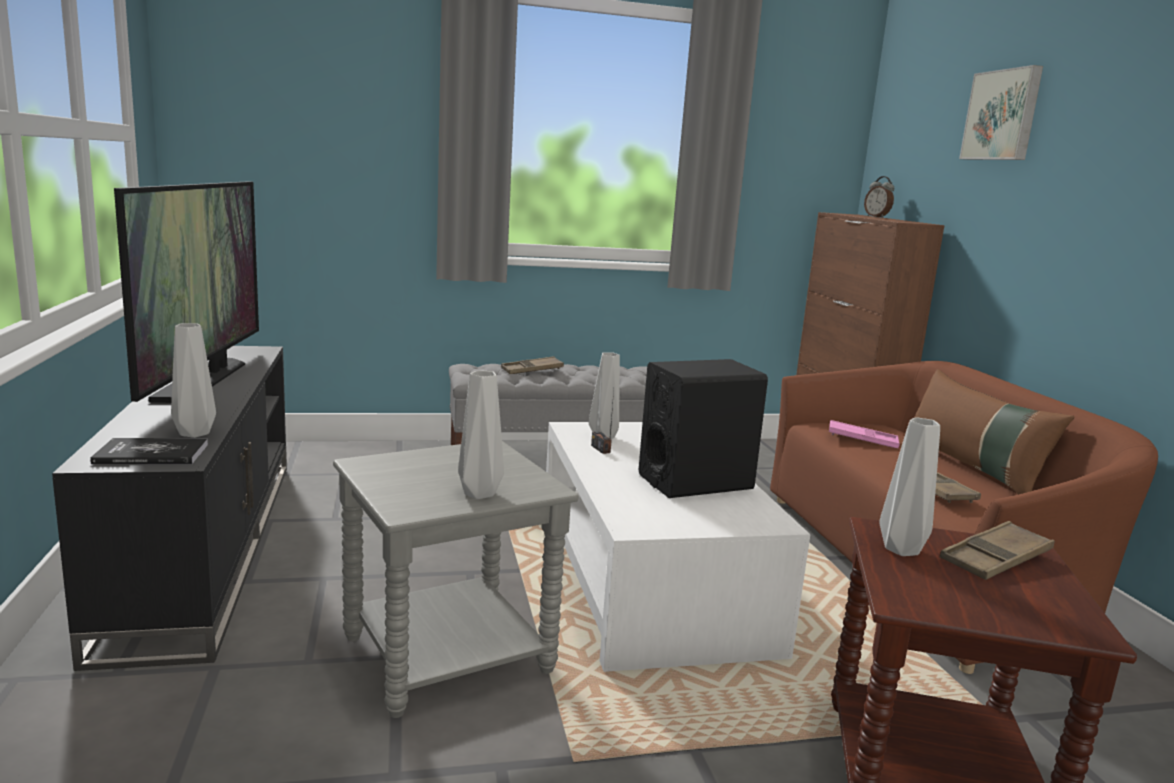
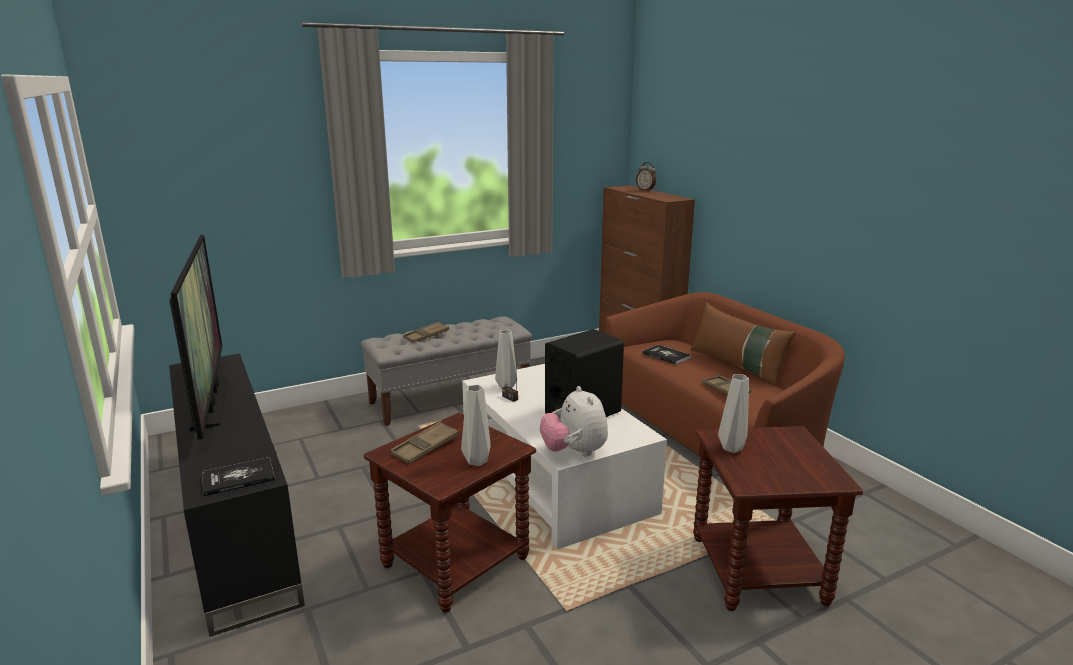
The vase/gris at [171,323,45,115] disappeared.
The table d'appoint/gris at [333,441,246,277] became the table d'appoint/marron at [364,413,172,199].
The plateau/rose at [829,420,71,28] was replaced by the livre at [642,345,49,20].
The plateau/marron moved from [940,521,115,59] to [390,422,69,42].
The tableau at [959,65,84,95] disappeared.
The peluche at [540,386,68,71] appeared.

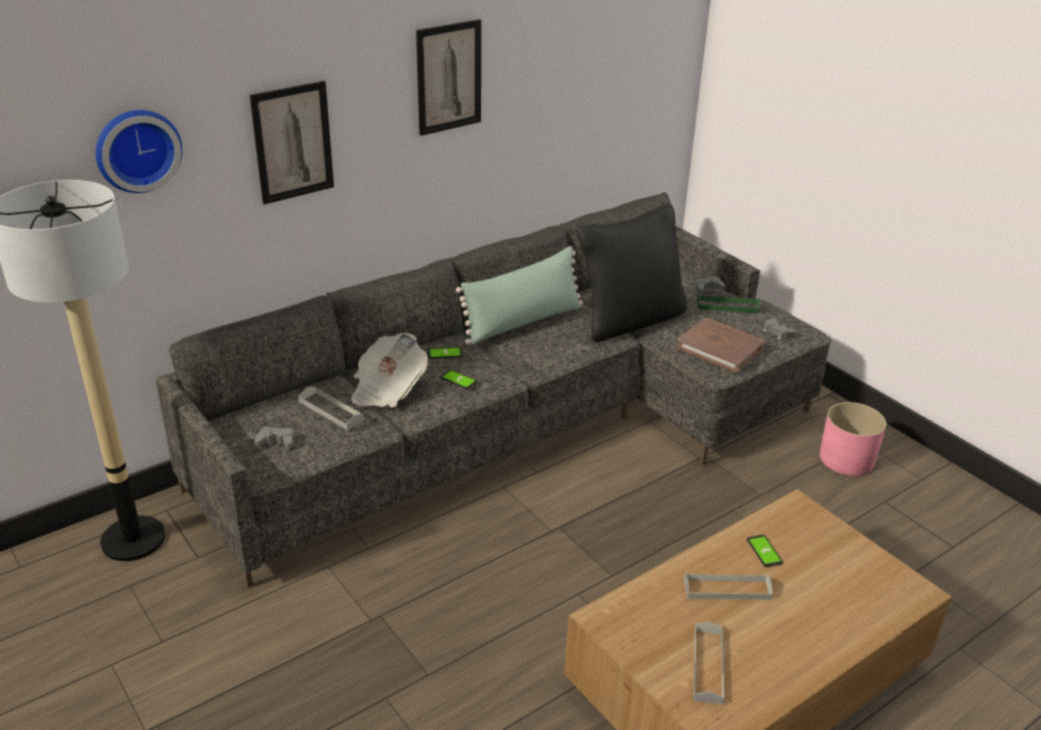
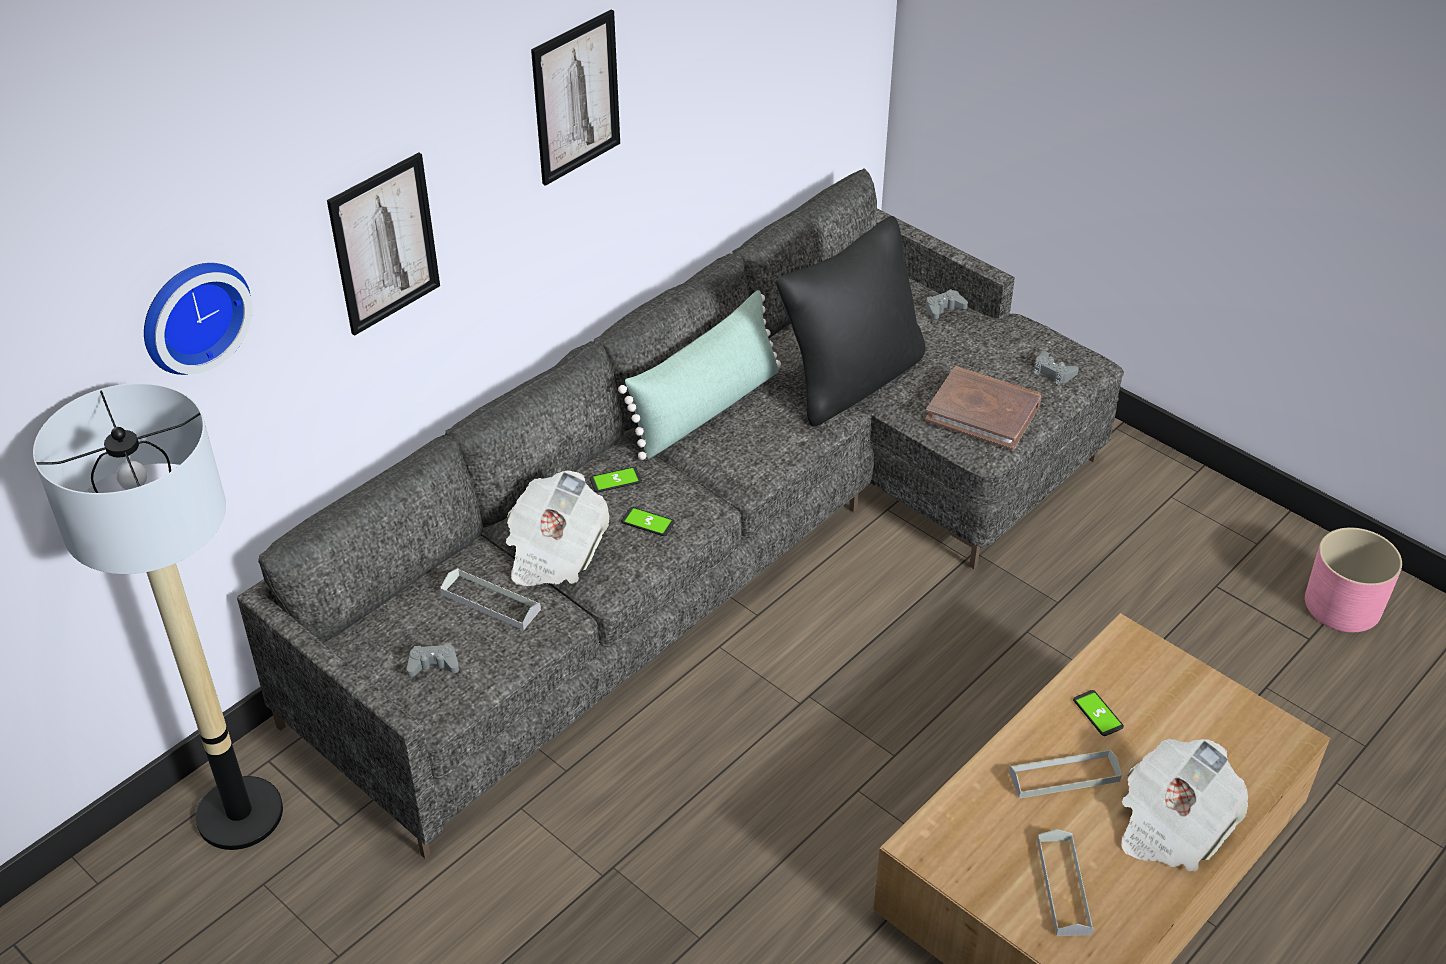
The plateau/vert at [697,295,63,18] disappeared.
The cache-pot/rose moved from [820,402,66,74] to [1305,527,97,105].
The journal at [1121,739,127,132] appeared.

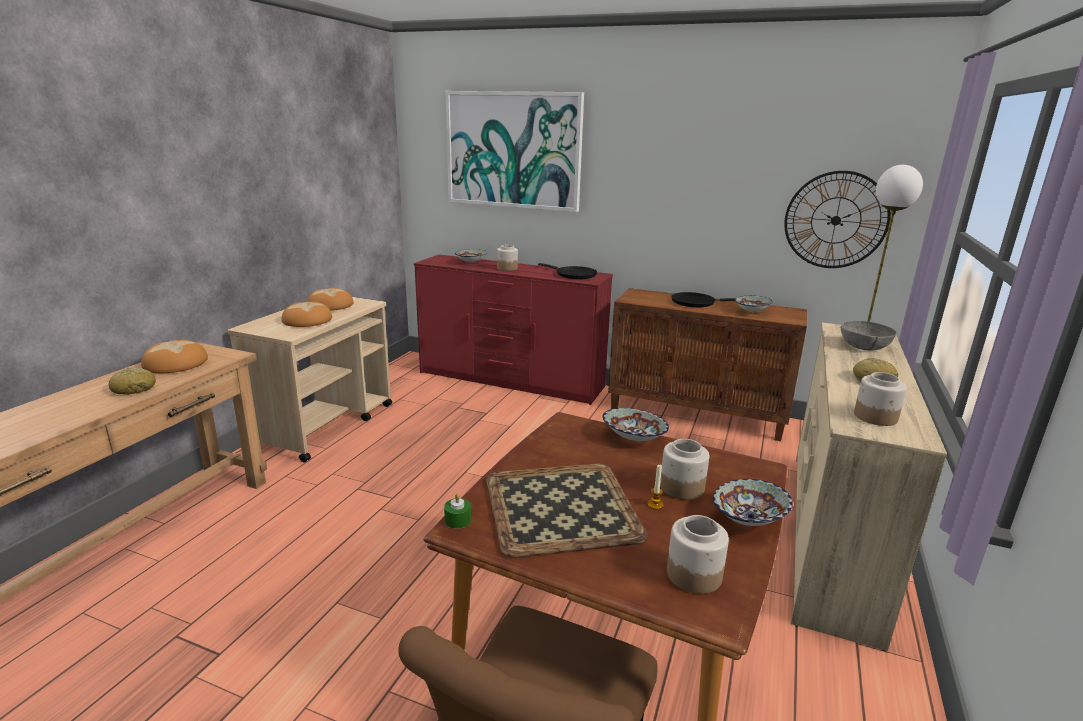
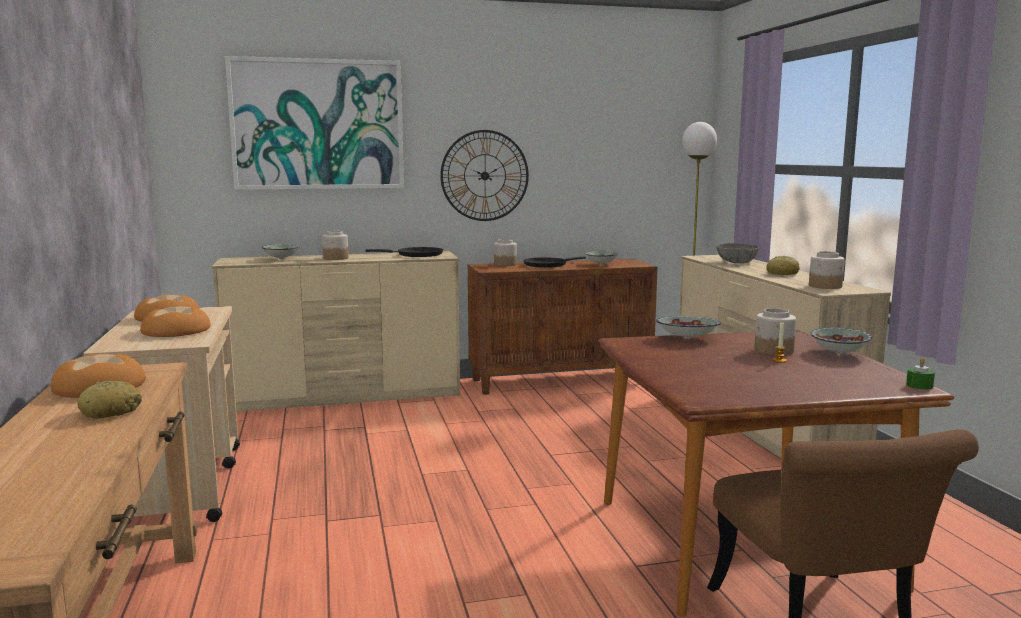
The commode/rouge at [414,255,199,150] became the commode/beige at [212,251,248,161].
The bougie/vert moved from [444,493,27,36] to [906,358,29,32].
The plateau at [486,464,161,94] disappeared.
The bocal moved from [667,515,62,79] to [494,239,23,27].
The horloge murale moved from [784,171,107,97] to [440,130,89,91].

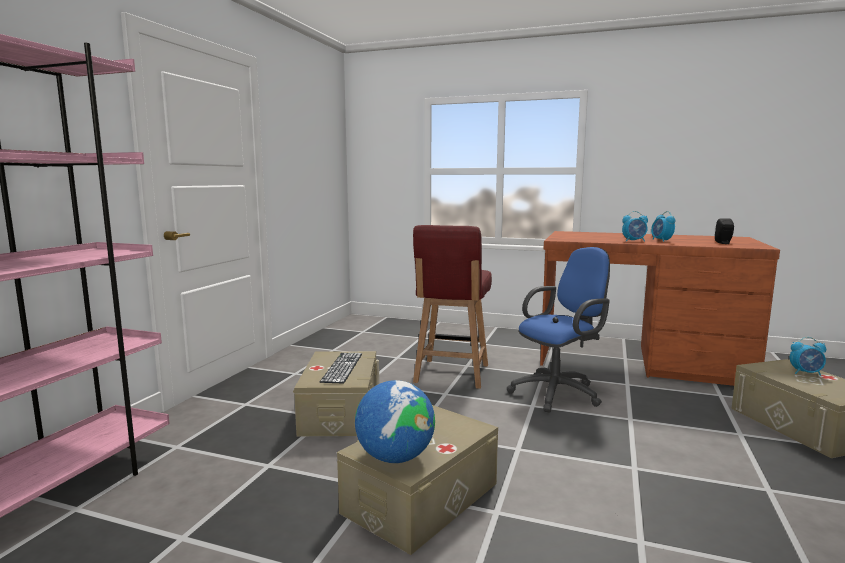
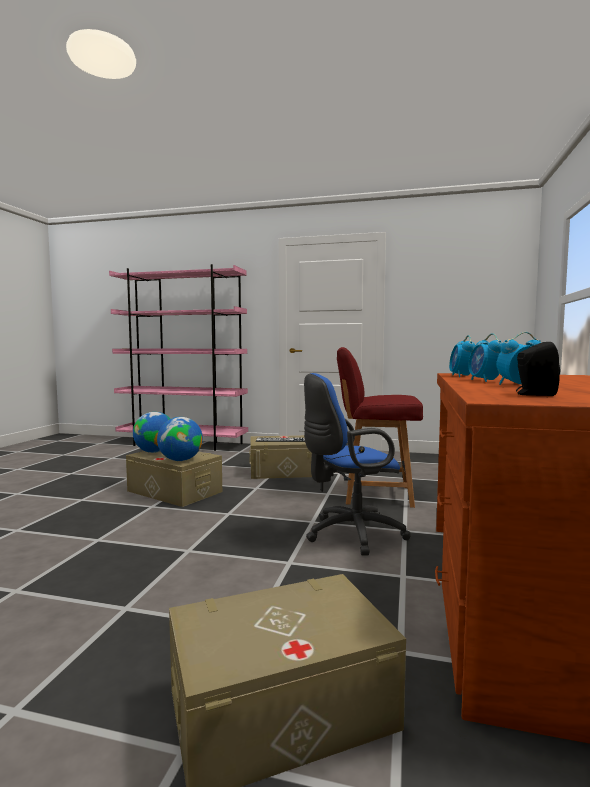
The chaise de bureau/bleu at [507,247,103,166] turned 105 degrees clockwise.
The réveil moved from [790,337,36,39] to [449,335,27,42].
The globe at [157,417,46,44] appeared.

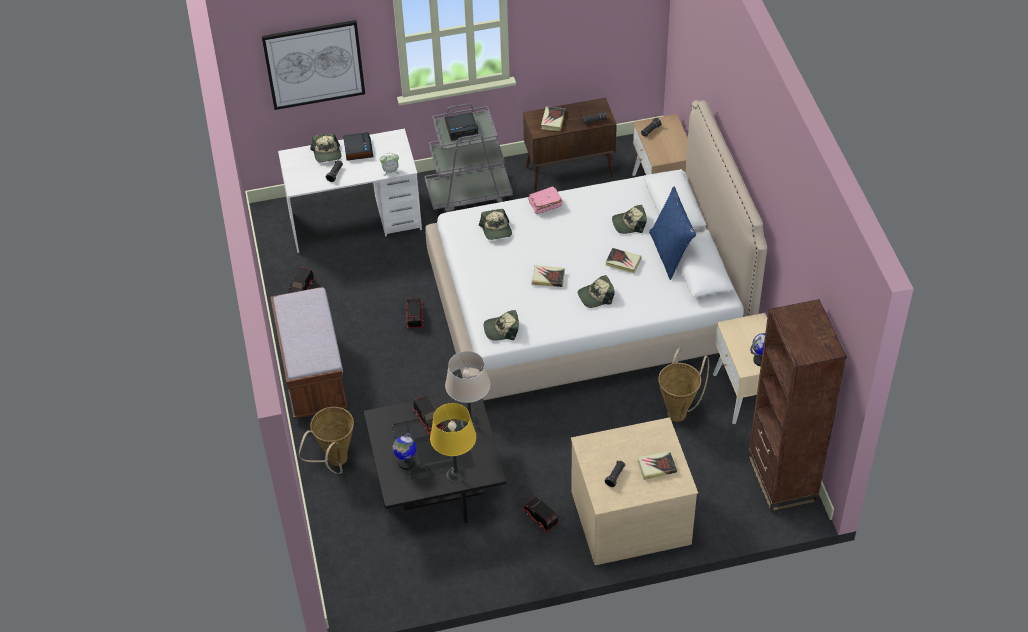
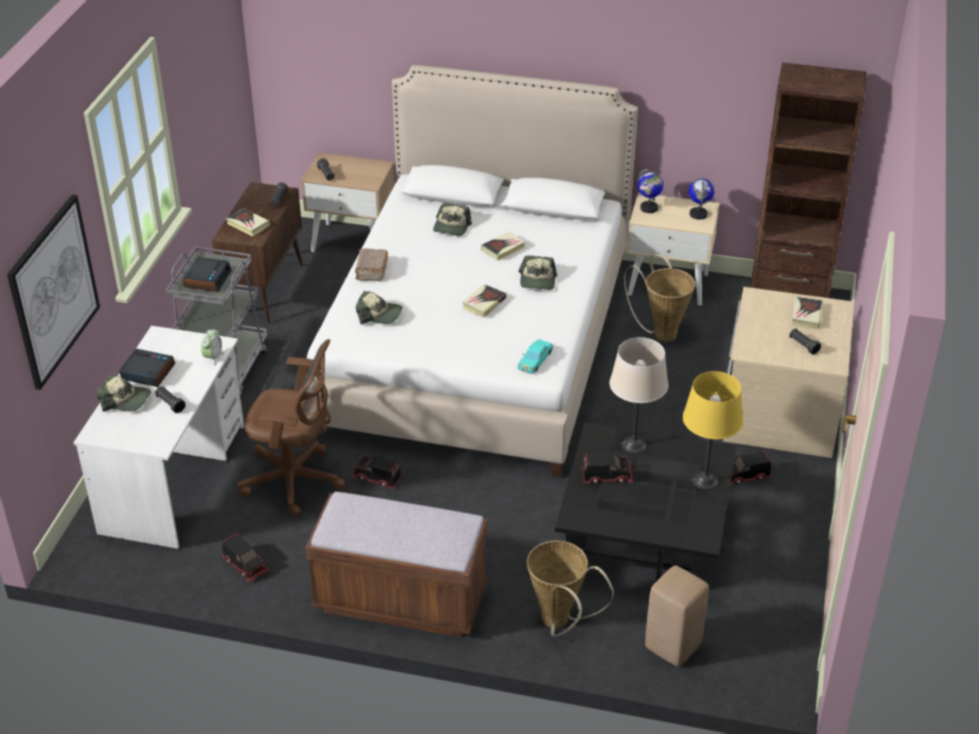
The globe moved from [392,433,24,37] to [638,169,26,44].
The casquette at [484,310,35,31] was replaced by the petite voiture/turquoise at [517,339,36,35].
The livre/rose at [528,186,35,28] became the livre/marron at [355,249,33,32].
The coussin/bleu at [649,187,47,93] disappeared.
The chaise de bureau/marron at [237,339,108,178] appeared.
The tabouret/beige at [645,565,64,101] appeared.

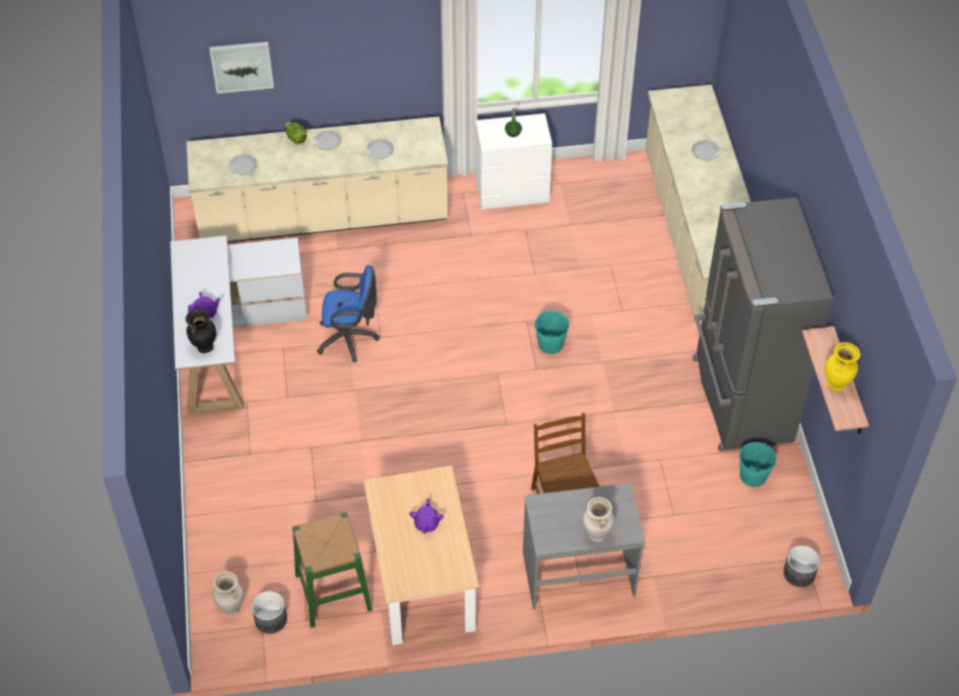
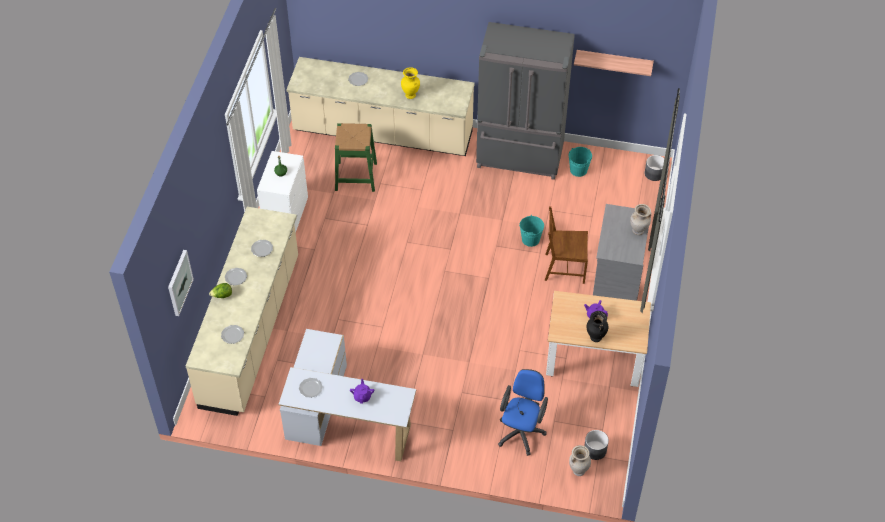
The vase/noir moved from [186,309,30,44] to [587,311,21,31].
The tabouret/vert moved from [292,512,80,116] to [335,123,42,69].
The chaise de bureau/bleu moved from [317,265,63,97] to [498,369,50,87].
The seau/turquoise moved from [535,310,34,44] to [519,215,25,32].
The vase/jaune moved from [825,342,35,49] to [401,67,19,32].
The assiette at [299,378,23,20] appeared.

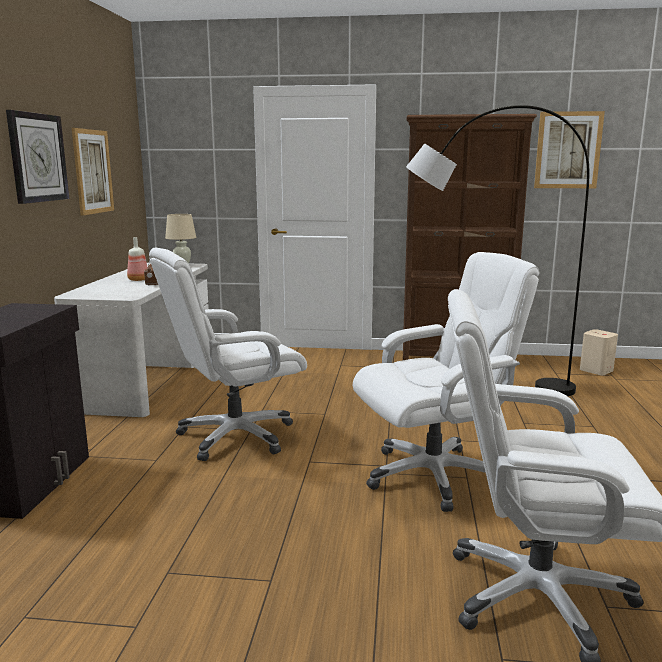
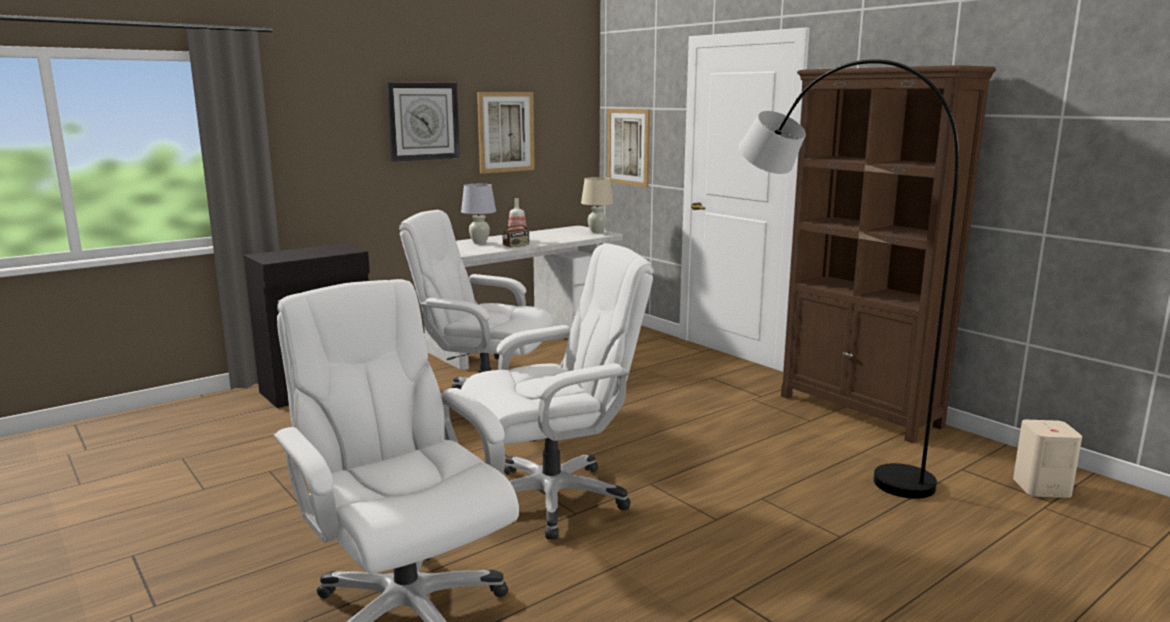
The chaise de bureau/blanc at [353,252,186,260] turned 45 degrees counterclockwise.
The tableau moved from [534,111,71,77] to [607,109,43,78].
The lampe de table/blanc at [461,184,35,60] appeared.

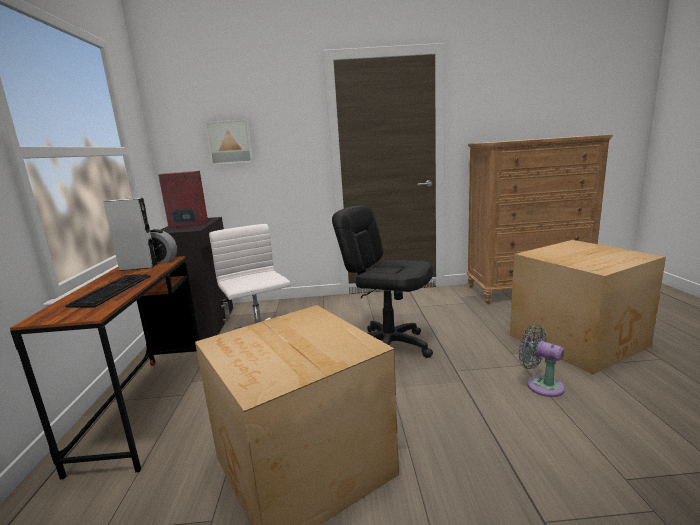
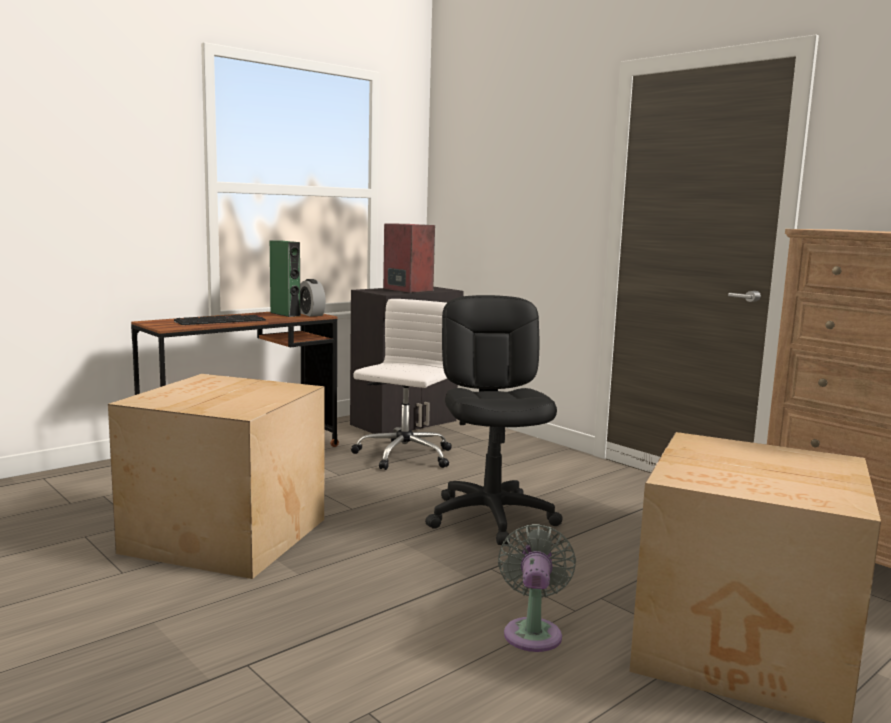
The enceinte/gris at [103,198,55,73] became the enceinte/vert at [270,241,30,76].
The tableau at [205,119,49,46] disappeared.

